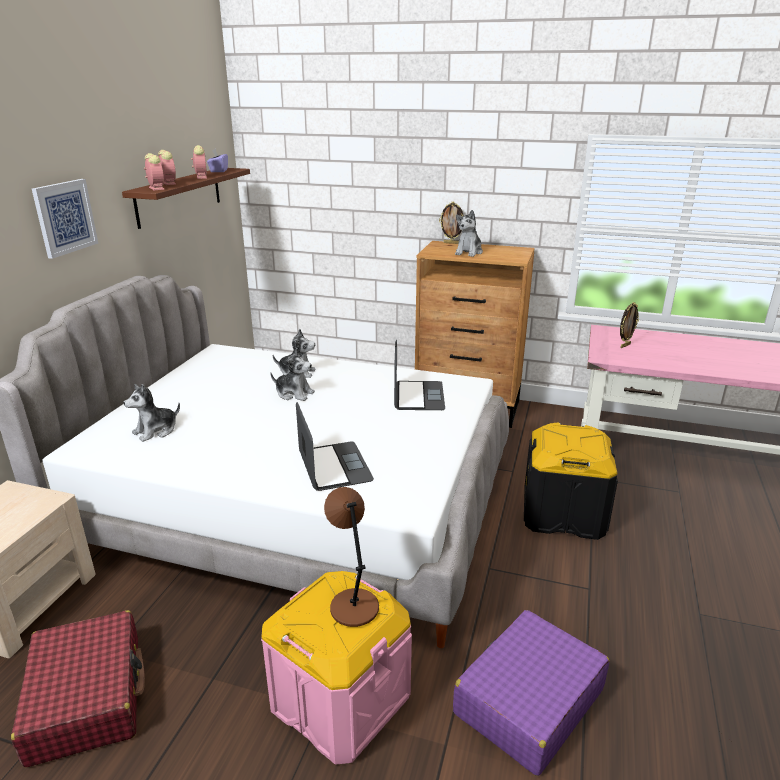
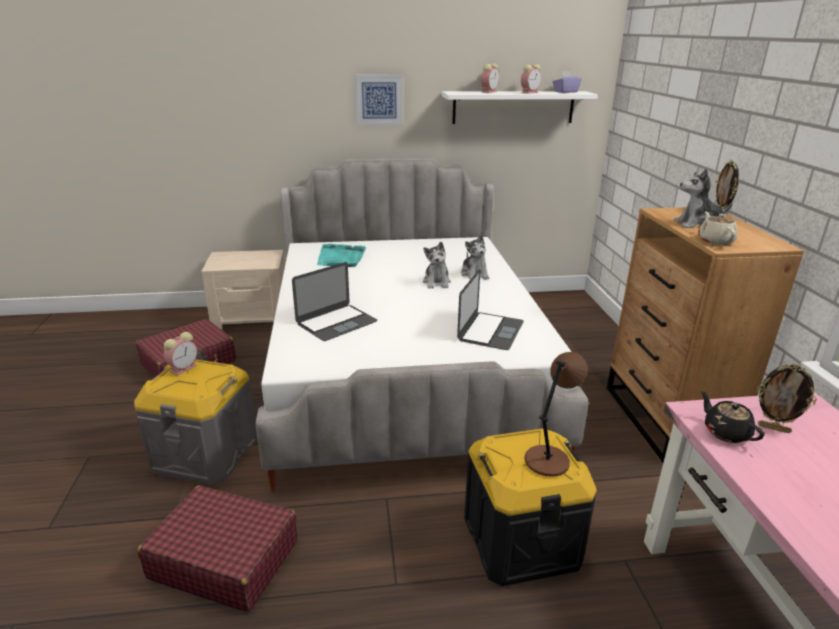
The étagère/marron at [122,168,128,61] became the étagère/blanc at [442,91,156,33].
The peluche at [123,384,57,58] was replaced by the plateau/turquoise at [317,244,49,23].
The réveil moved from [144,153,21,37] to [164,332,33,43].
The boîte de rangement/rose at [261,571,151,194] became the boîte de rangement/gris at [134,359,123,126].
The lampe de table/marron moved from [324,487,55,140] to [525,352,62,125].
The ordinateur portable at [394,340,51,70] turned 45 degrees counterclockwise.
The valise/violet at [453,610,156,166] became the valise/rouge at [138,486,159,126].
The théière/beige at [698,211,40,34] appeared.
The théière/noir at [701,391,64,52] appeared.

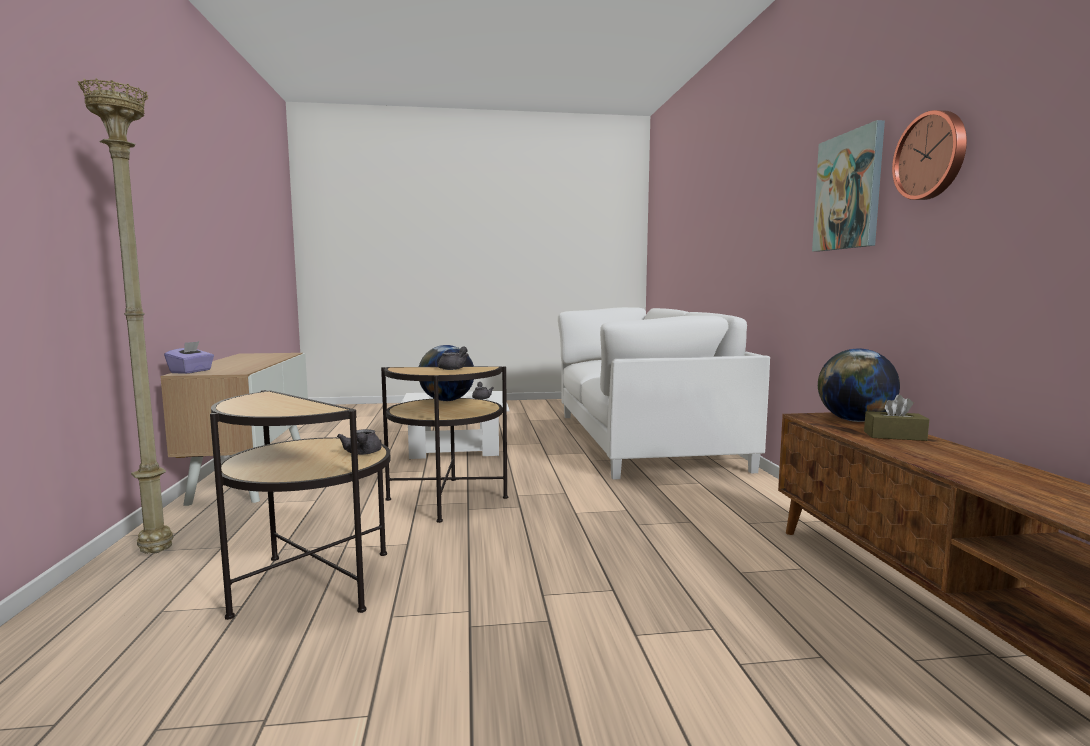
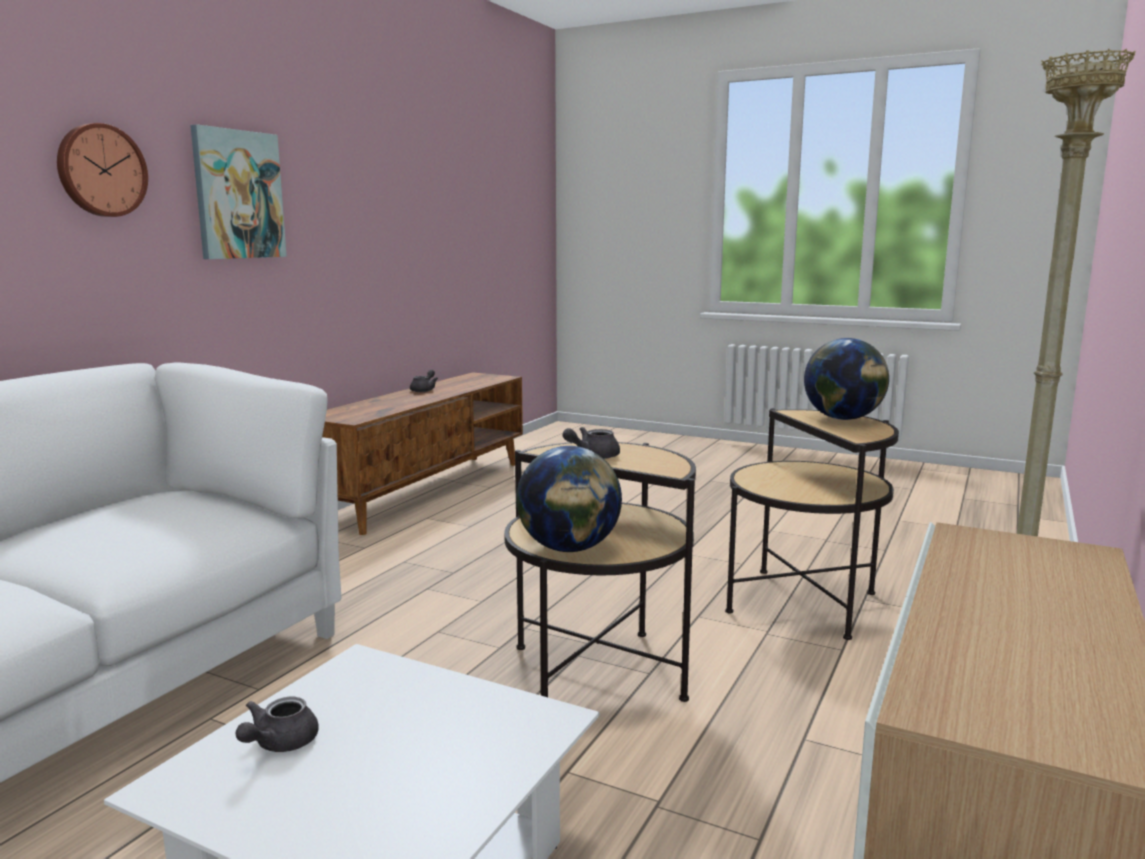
The boîte à mouchoirs/violet at [164,341,50,33] disappeared.
The théière/gris moved from [337,429,45,26] to [410,370,28,22].
The globe moved from [818,349,82,73] to [804,338,85,82].
The boîte à mouchoirs/marron at [864,395,65,46] disappeared.
The horloge murale moved from [892,110,75,90] to [57,123,91,94].

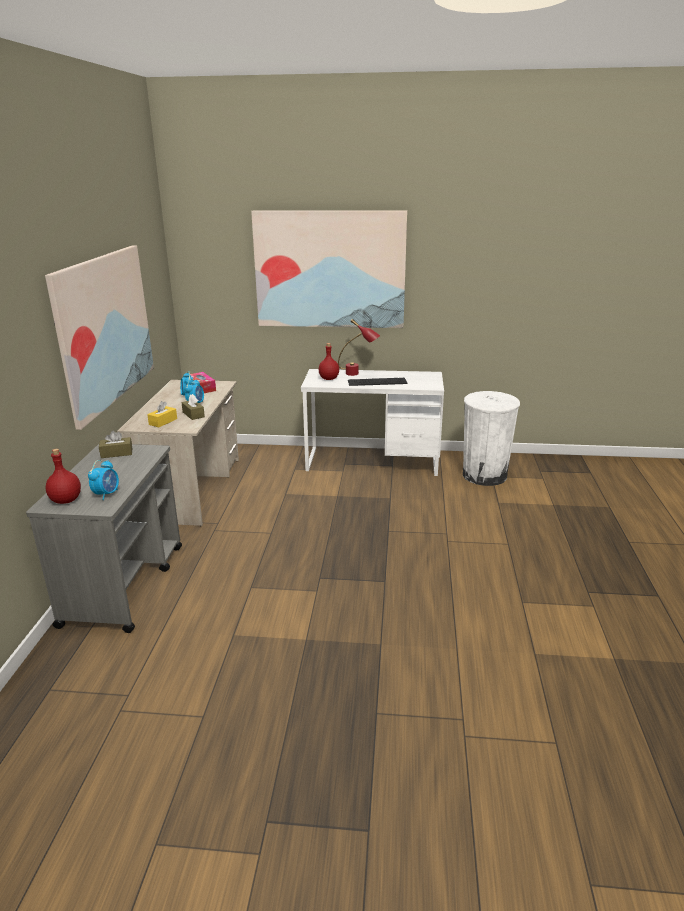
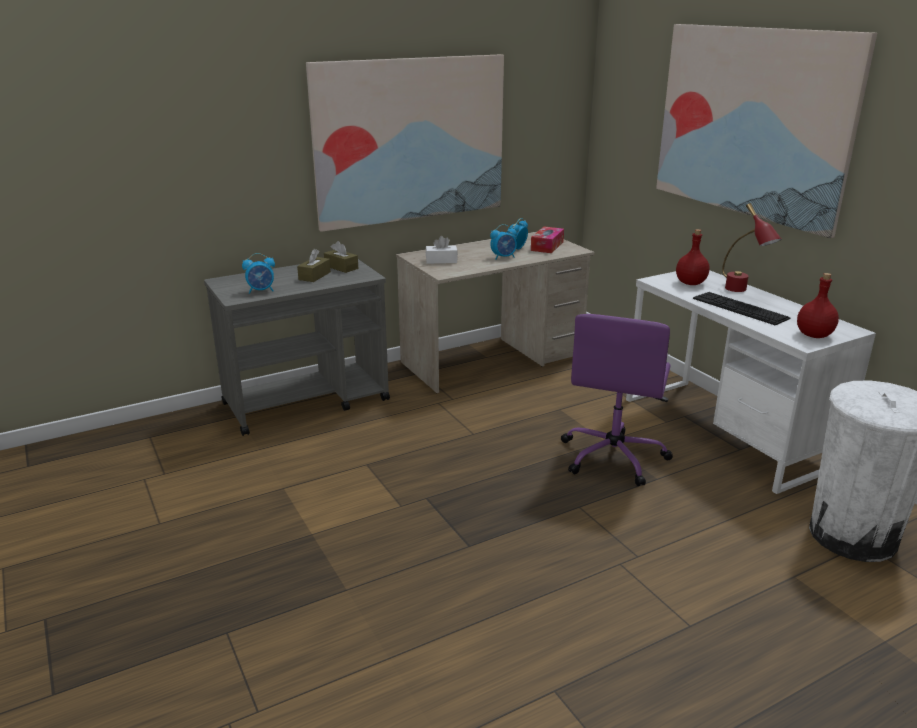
The bouteille/rouge moved from [46,449,35,55] to [797,273,42,65].
The boîte à mouchoirs/jaune at [147,401,30,26] became the boîte à mouchoirs/blanc at [426,236,32,28].
The boîte à mouchoirs/marron moved from [181,394,24,26] to [297,249,34,33].
The chaise de bureau/violet at [561,314,112,172] appeared.

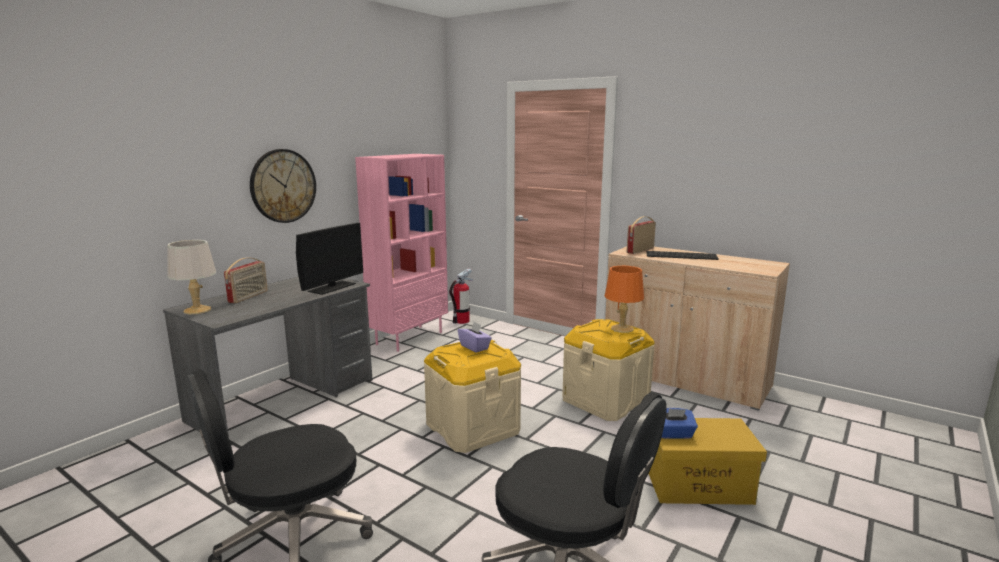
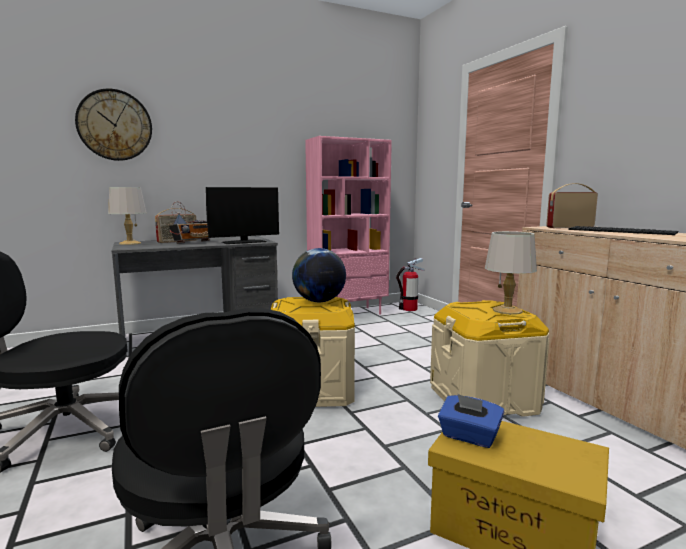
The horloge murale moved from [250,149,66,74] to [75,89,77,72].
The boîte à mouchoirs/violet at [458,322,34,31] was replaced by the globe at [292,248,54,54].
The lampe de table/orange at [605,266,39,67] became the lampe de table/gris at [485,231,52,84].
The radio at [169,202,41,42] appeared.

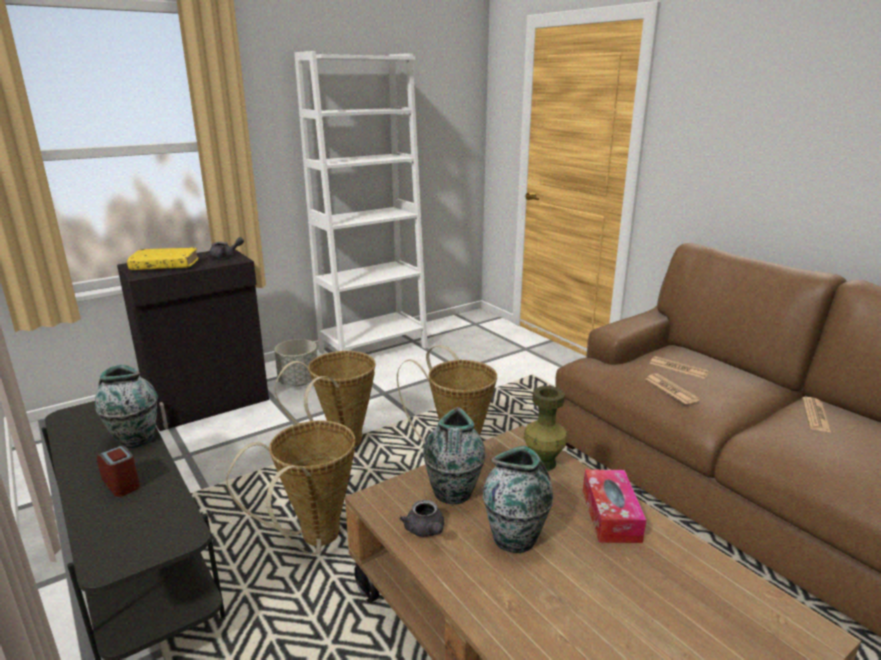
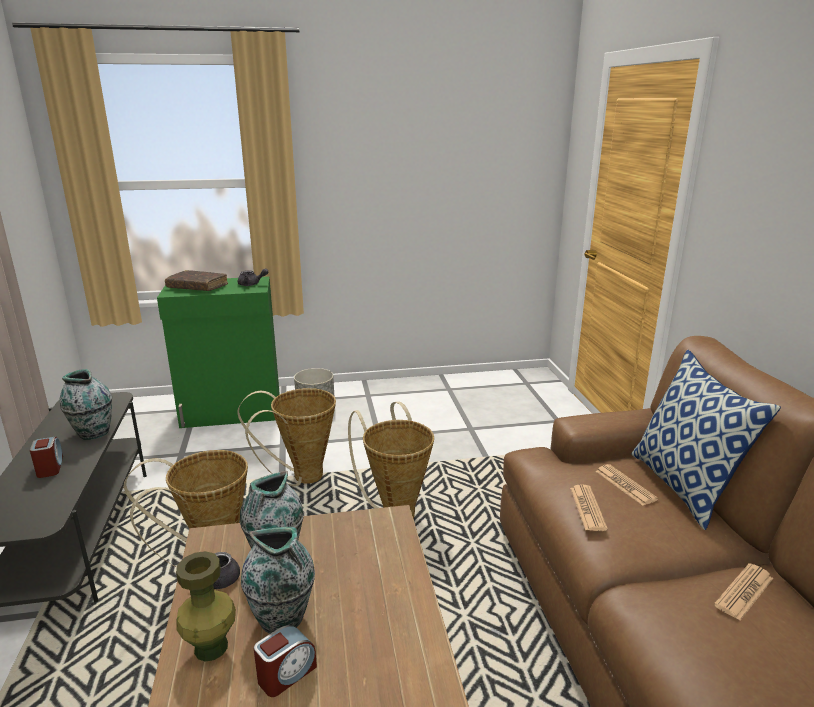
The meuble de rangement/noir at [117,249,152,182] became the meuble de rangement/vert at [157,276,123,152].
The livre/jaune at [127,247,72,23] became the livre/marron at [165,270,63,21].
The bibliothèque/blanc at [294,51,134,303] disappeared.
The vase/vert moved from [524,386,43,85] to [176,551,60,111].
The boîte à mouchoirs at [583,469,63,74] disappeared.
The réveil at [254,625,63,72] appeared.
The coussin at [631,350,150,180] appeared.

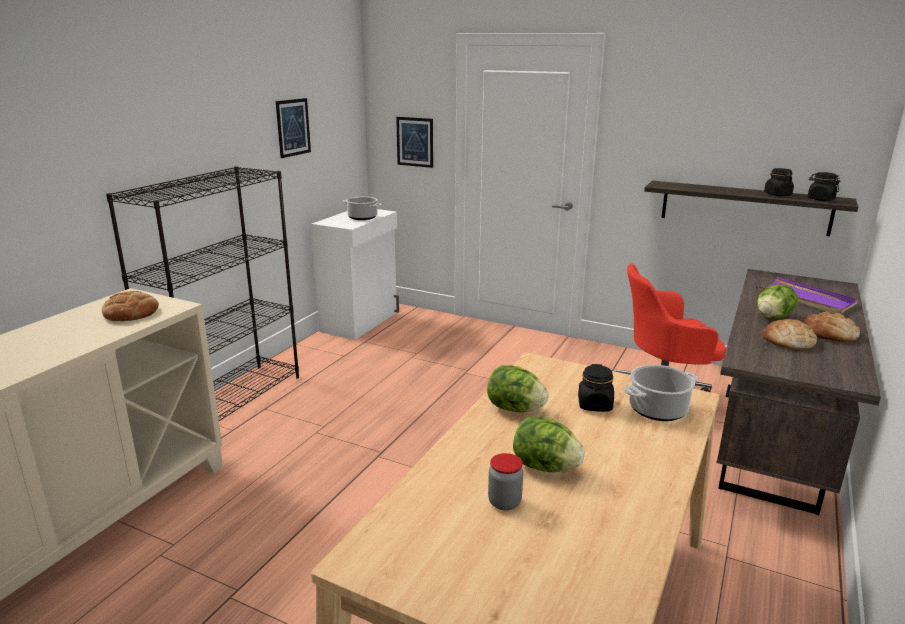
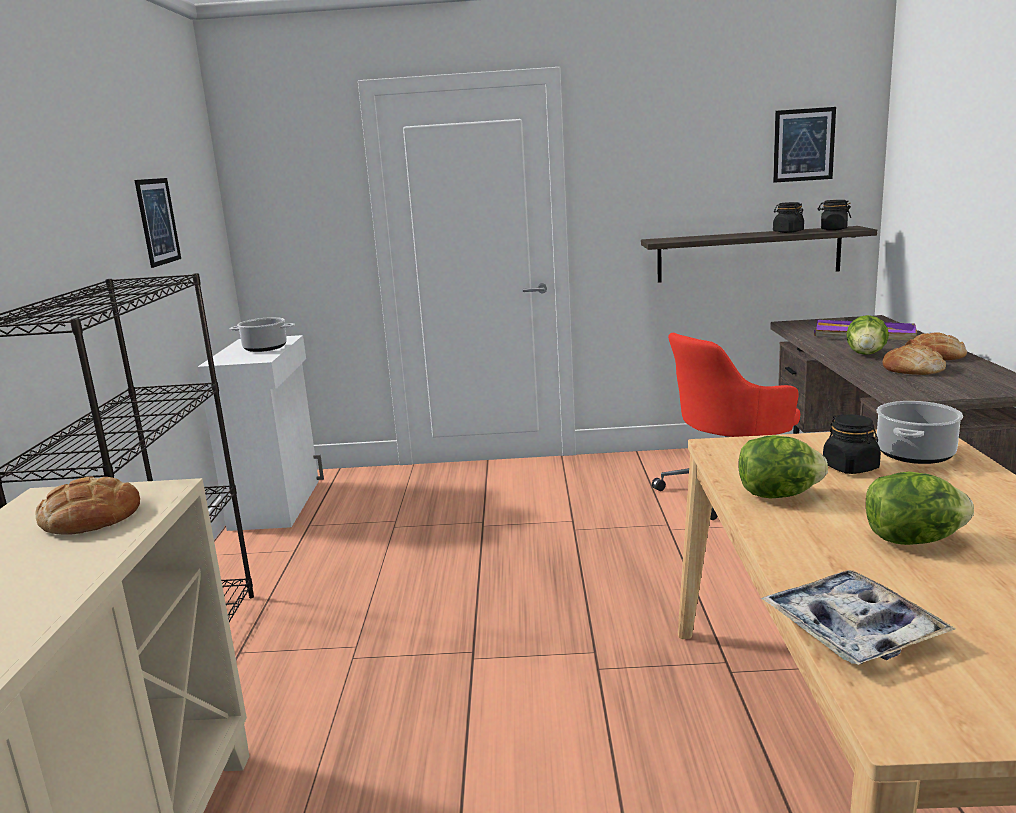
The tableau moved from [396,117,37,51] to [773,107,63,76].
The bocal at [488,453,35,58] disappeared.
The plateau at [761,570,195,95] appeared.

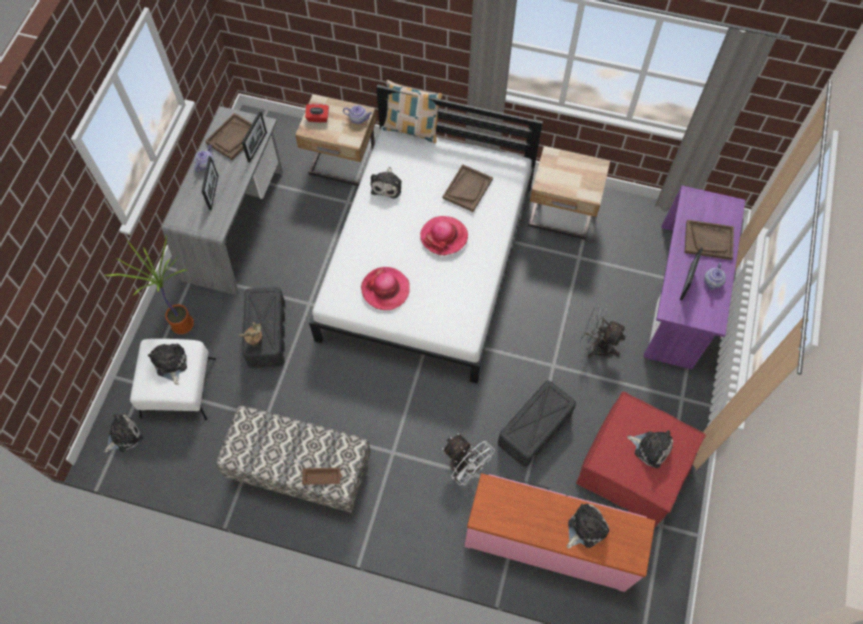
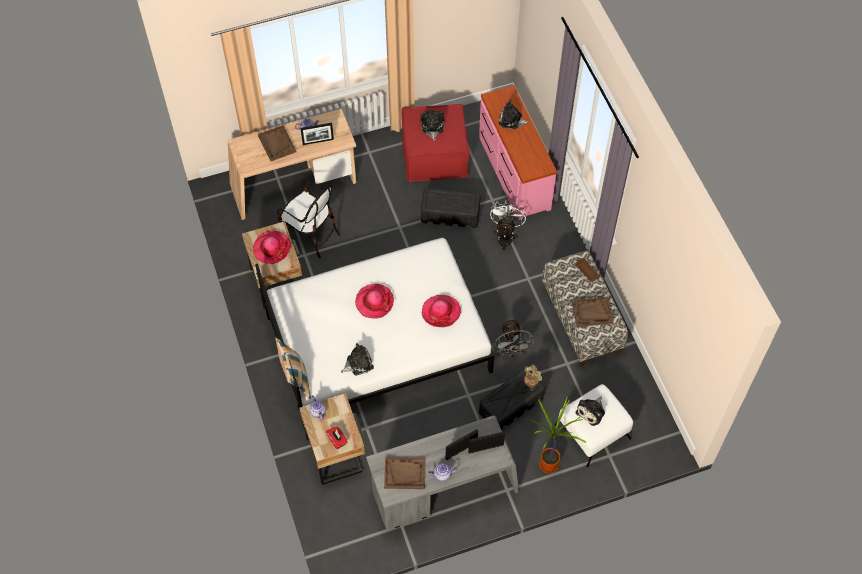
The peluche at [104,414,39,38] disappeared.
The cadre photo moved from [242,111,25,52] to [468,431,37,23].
The plateau/marron moved from [443,164,50,48] to [572,297,42,30].
The ventilateur/gris moved from [580,302,46,56] to [495,318,39,39].
The bureau/violet at [643,186,102,183] became the bureau/beige at [228,109,128,111].
The chapeau at [253,231,38,33] appeared.
The chaise at [277,180,63,78] appeared.

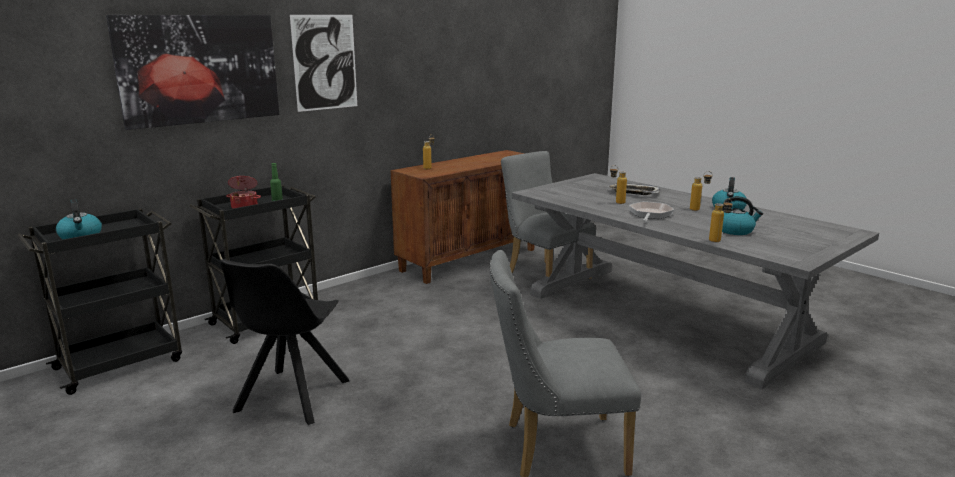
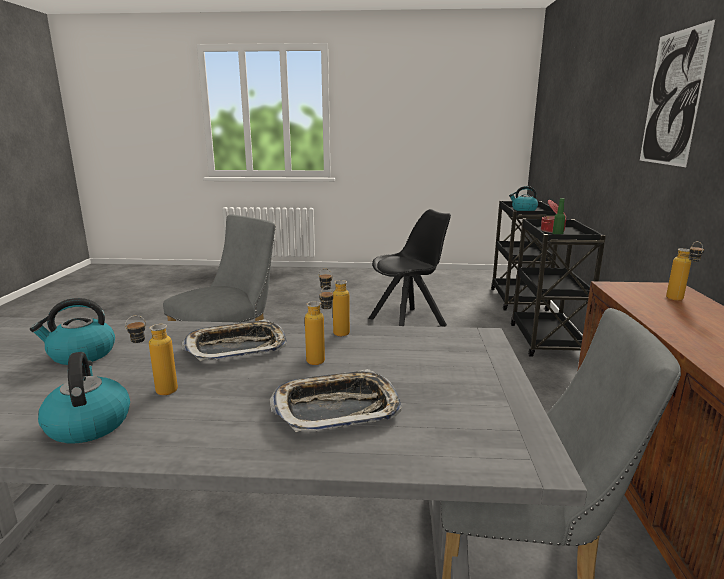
The tableau at [106,15,173,115] disappeared.
The chaise/noir at [220,259,130,166] turned 90 degrees clockwise.
The poêle at [629,201,46,21] was replaced by the plateau at [182,319,105,42].
The bouteille moved from [709,198,24,44] to [319,269,31,67].

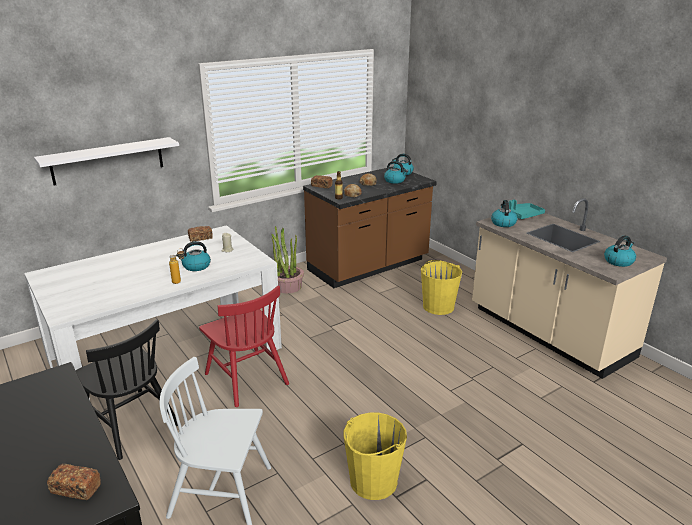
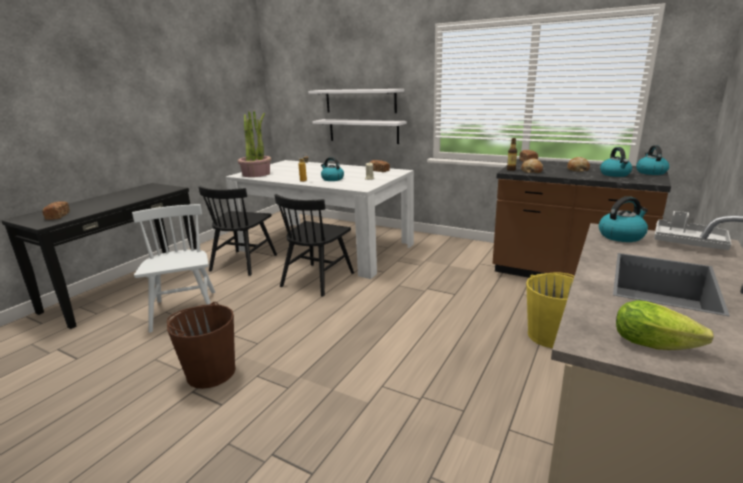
The chaise/rouge at [199,286,90,121] became the chaise/noir at [274,194,80,103].
The plante en pot moved from [271,226,33,67] to [238,111,33,66].
The seau/jaune at [344,413,63,87] became the seau/marron at [167,302,69,87].
The plateau/turquoise at [509,200,36,19] became the plateau/gris at [654,211,77,39].
The bouilloire at [604,235,32,32] was replaced by the laitue at [616,300,98,50].
The étagère/blanc at [312,119,95,25] appeared.

